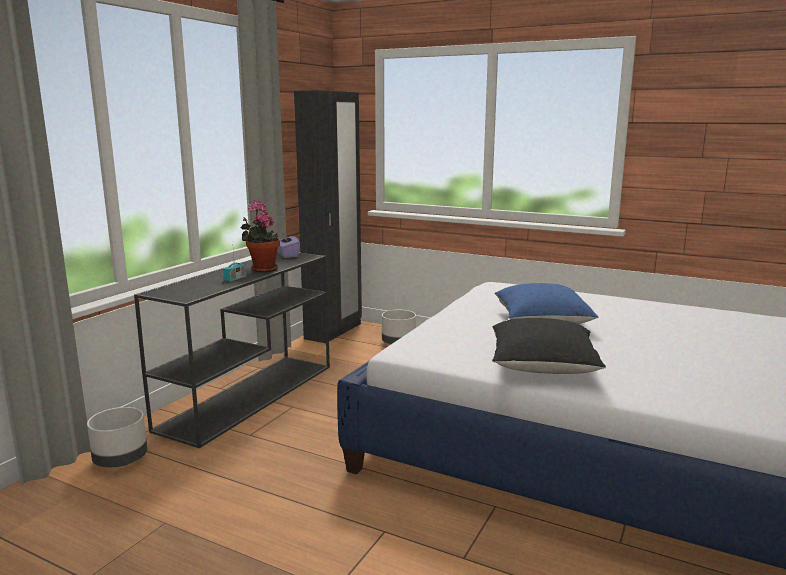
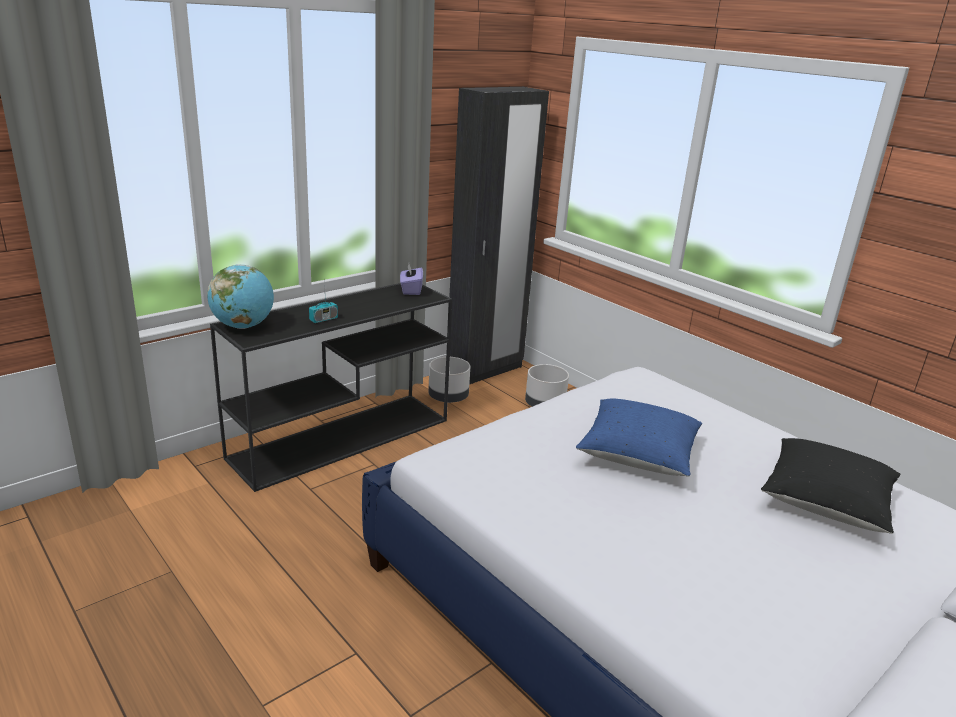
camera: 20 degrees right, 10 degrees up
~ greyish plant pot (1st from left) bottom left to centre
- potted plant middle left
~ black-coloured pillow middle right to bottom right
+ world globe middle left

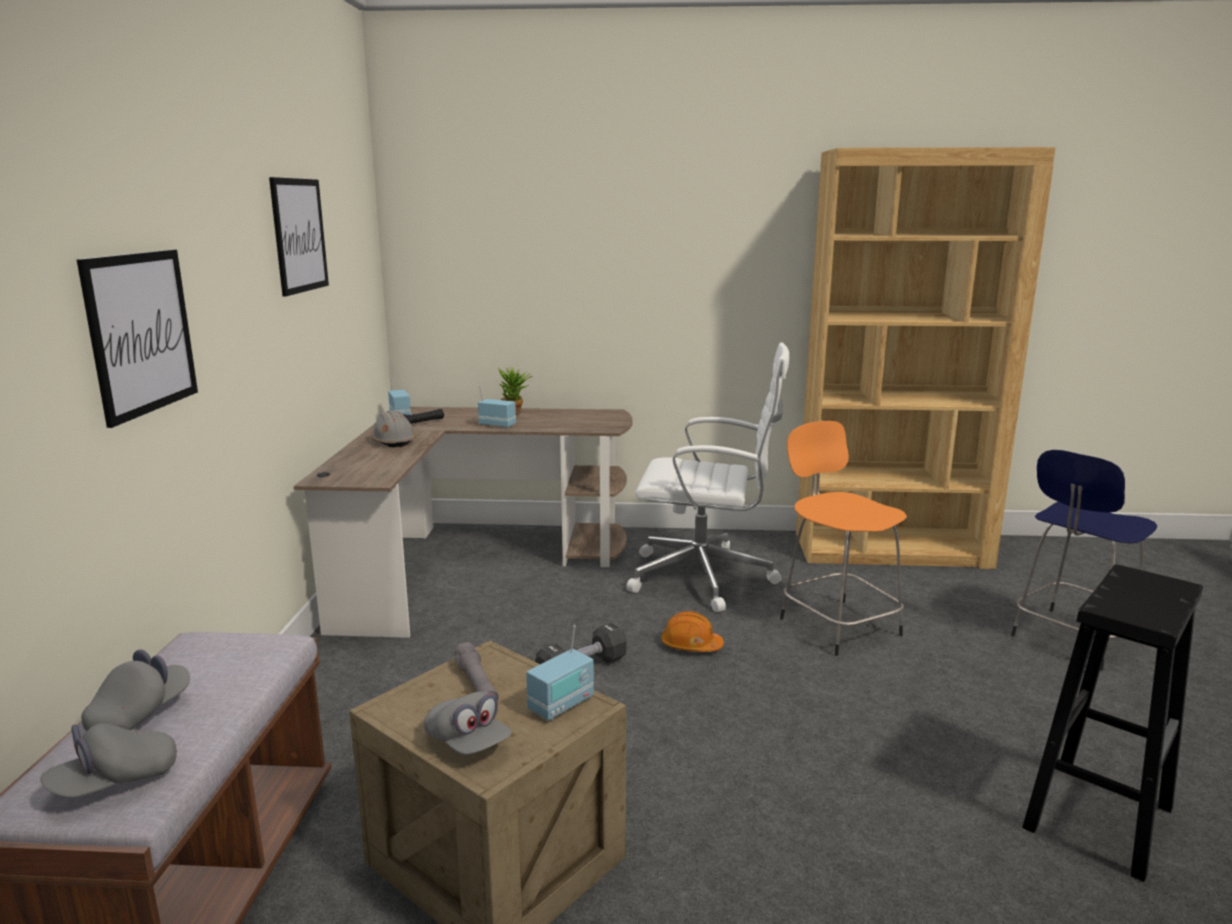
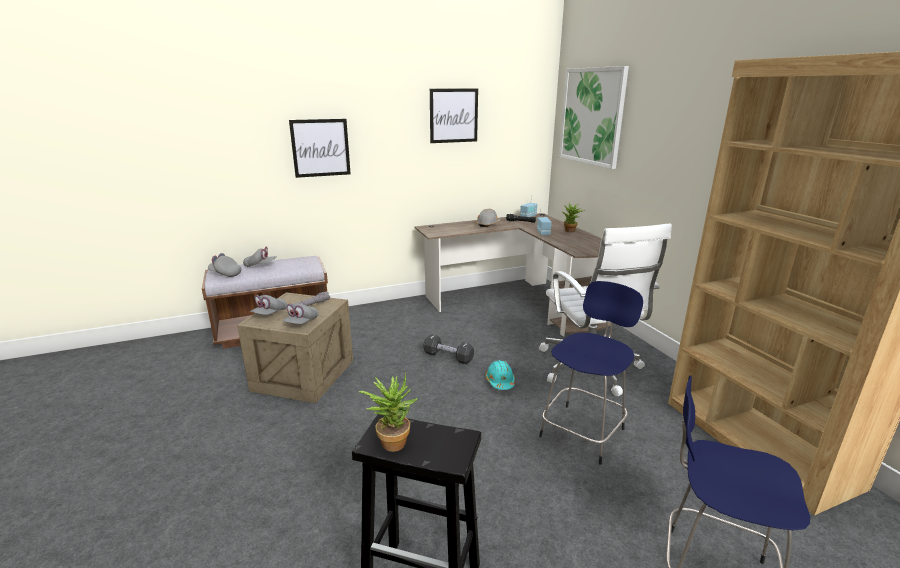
camera: 65 degrees right, 5 degrees up
~ radio (3rd from left) bottom centre to greyish baseball cap (4th from left) centre
~ orange work helmet bottom centre to turquoise work helmet centre
~ orange sitting stool middle right to blue-coloured sitting stool (1st from left) centre
+ potted plant (1st from left) bottom centre
+ picture (3rd from left) top centre

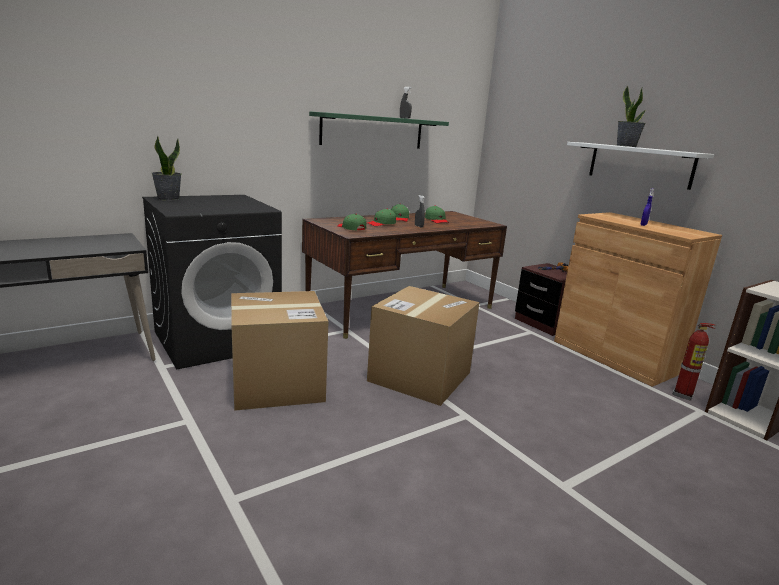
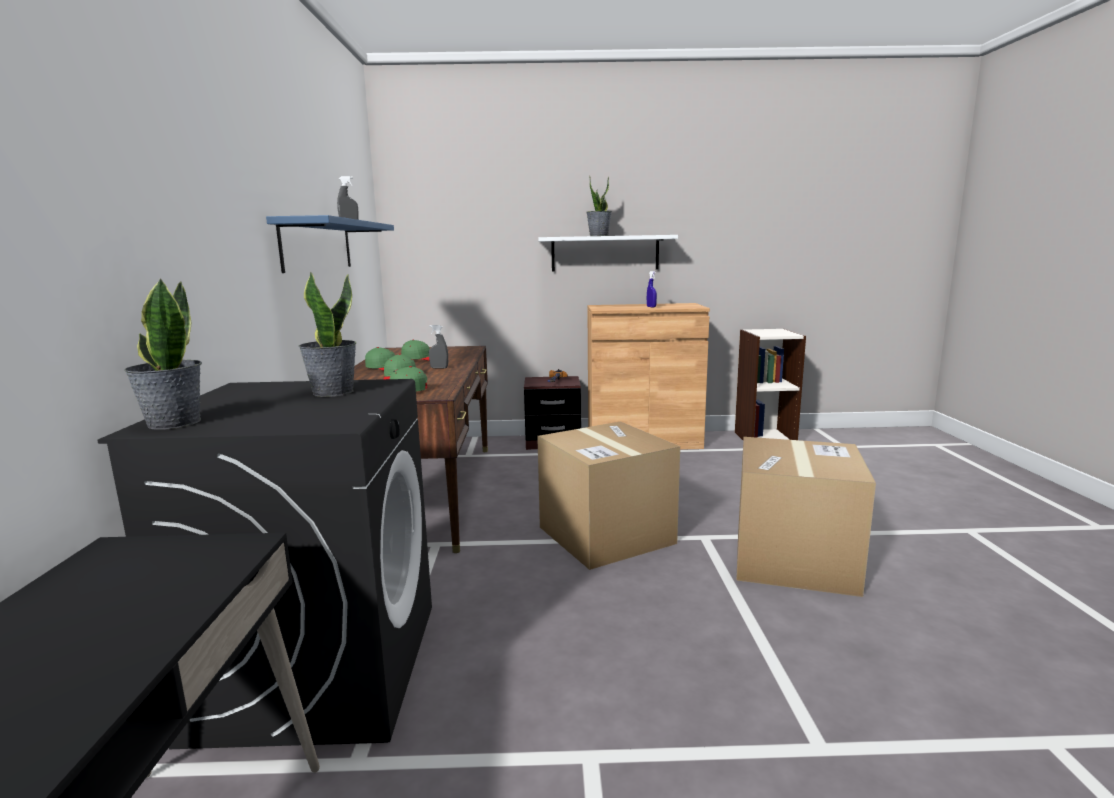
camera: 55 degrees left, 5 degrees down
~ cardboard box (1st from left in the first image) centre to cardboard box (2nd from left) middle right
~ greenish shelf top centre to blue-coloured shelf top left
- fire extinguisher middle right
+ potted plant (2nd from left) middle left

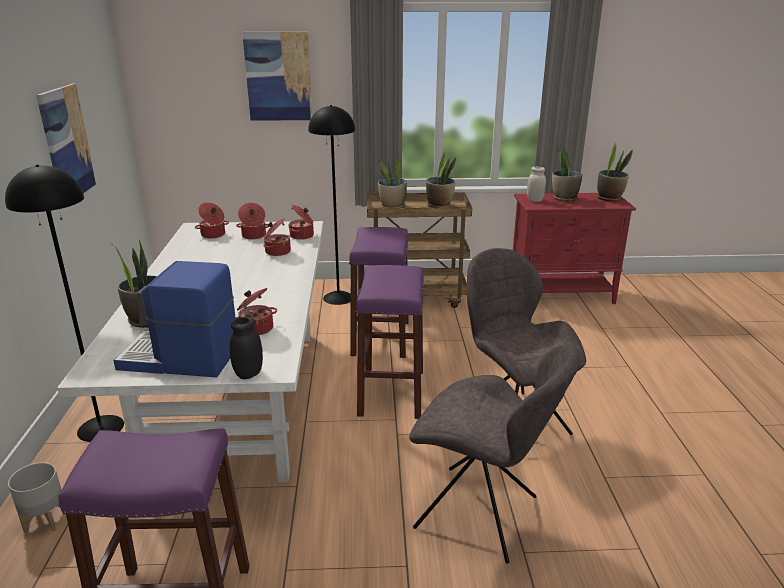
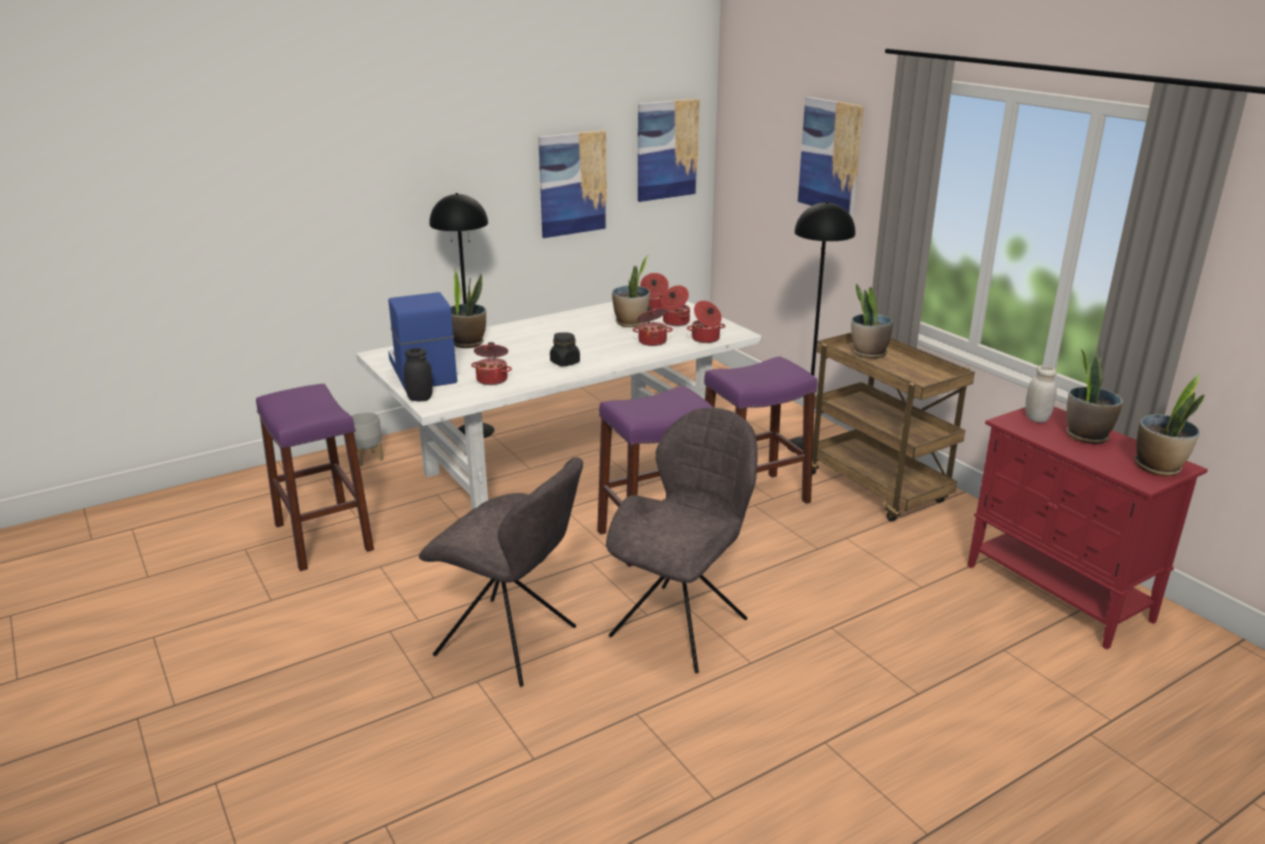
camera: 60 degrees right, 0 degrees up
~ greyish upright chair (1st from left) bottom centre = bottom centre 60 degrees counterclockwise
~ potted plant (3rd from left in the first image) top centre to potted plant (2nd from left) centre
+ black-coloured preserve jar (2nd from left) centre
+ picture (2nd from left) top centre

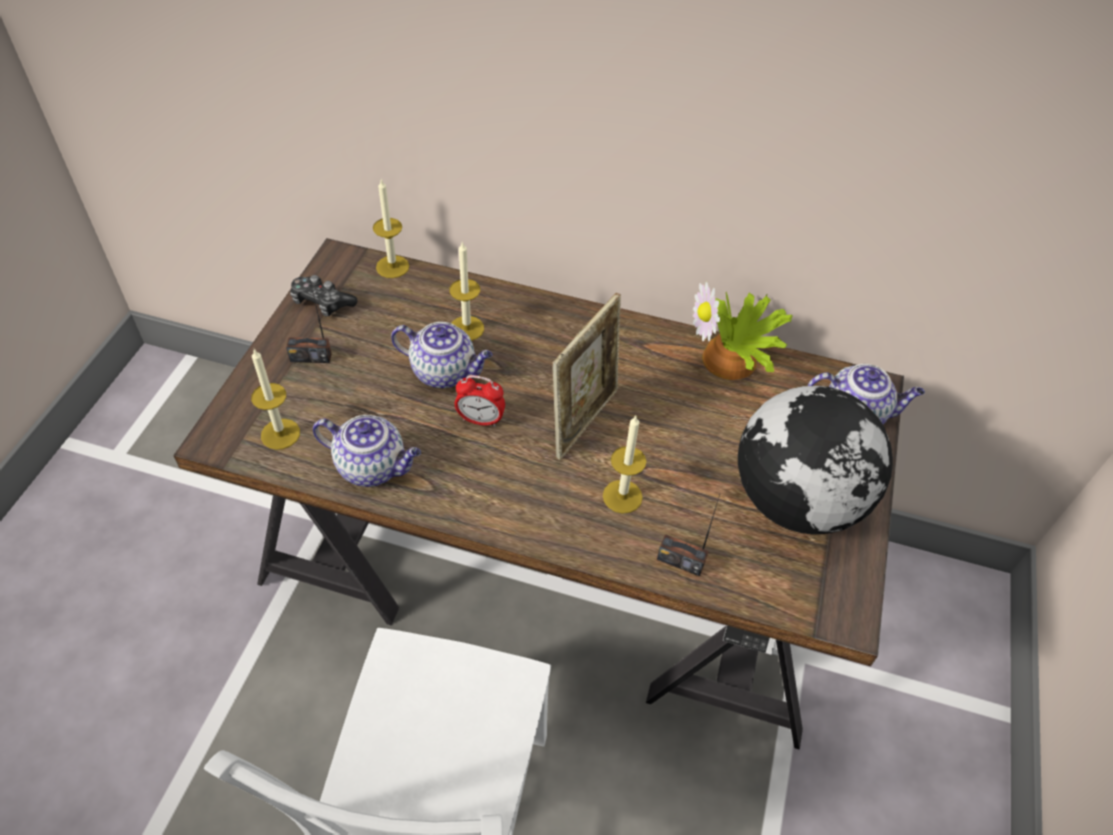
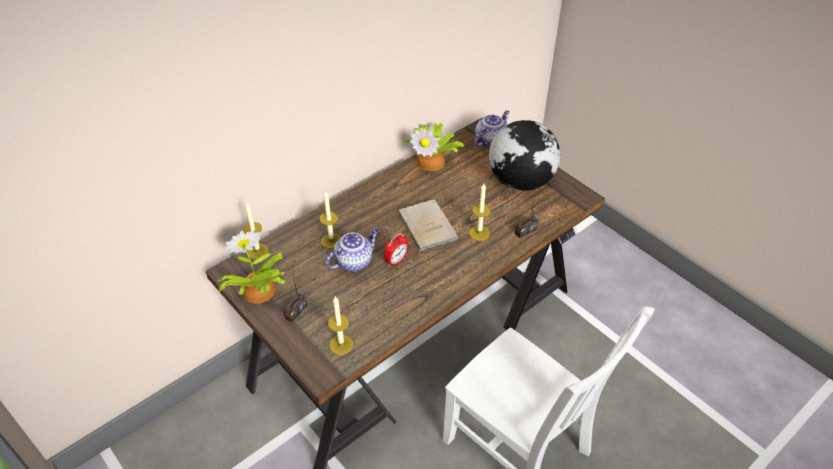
camera: 55 degrees left, 5 degrees down
~ joypad middle left to potted plant (1st from left) middle left
- pot for tea (1st from left) middle left
~ photo frame centre to beige volume centre

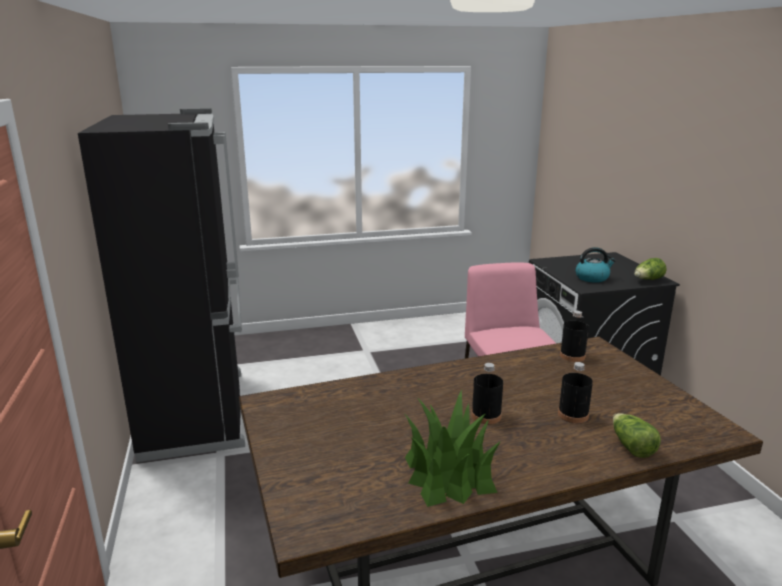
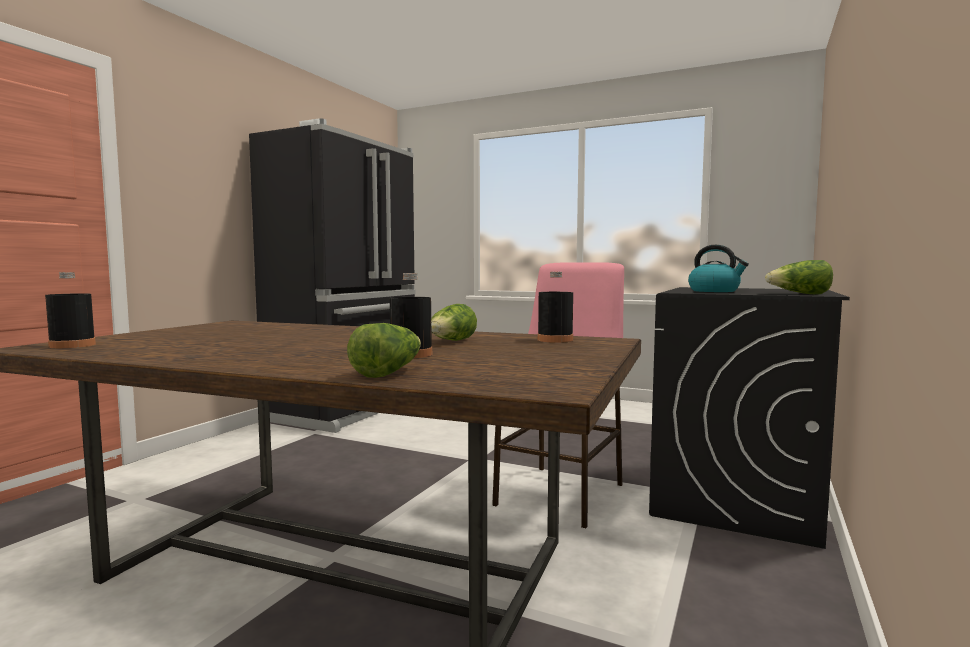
camera: 40 degrees right, 15 degrees down
- potted plant bottom centre
~ black-coloured bottle (1st from left) bottom centre to middle left
+ head of lettuce (2nd from left) centre

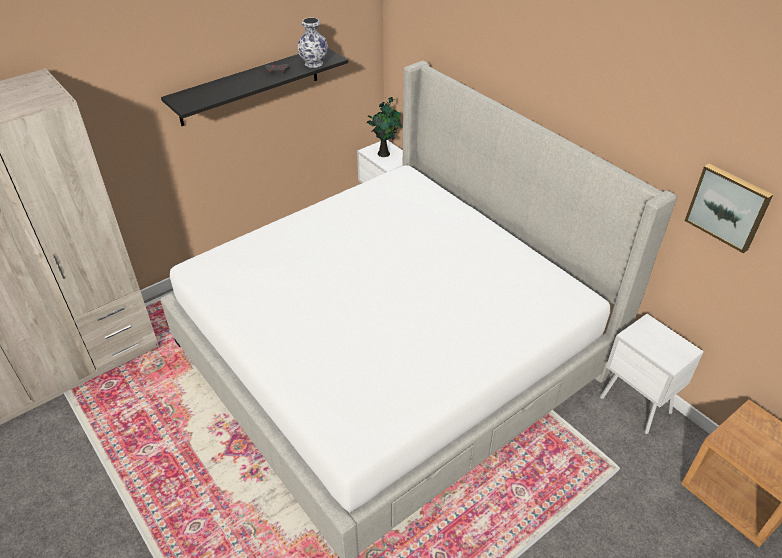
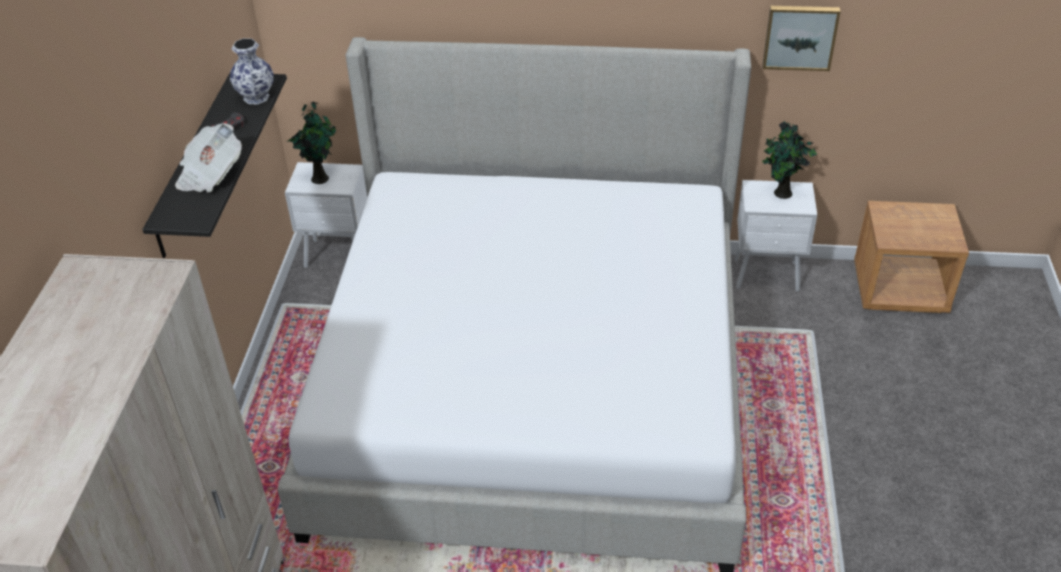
camera: 45 degrees left, 0 degrees up
+ daily paper top left
+ potted plant (2nd from left) top right

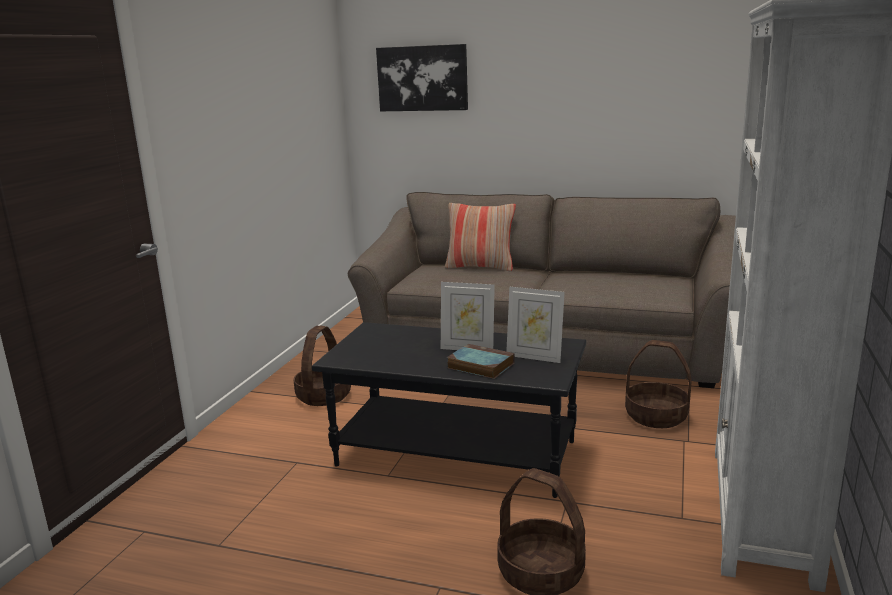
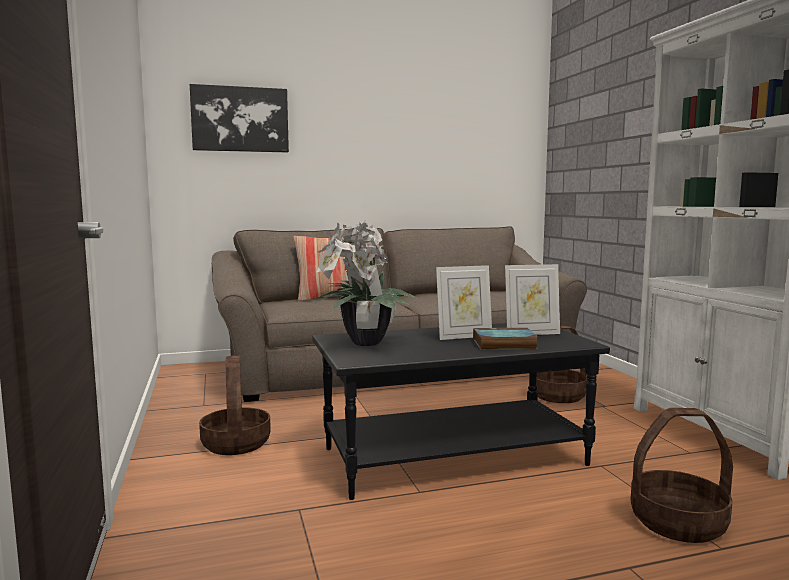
camera: 35 degrees left, 10 degrees down
+ potted plant centre

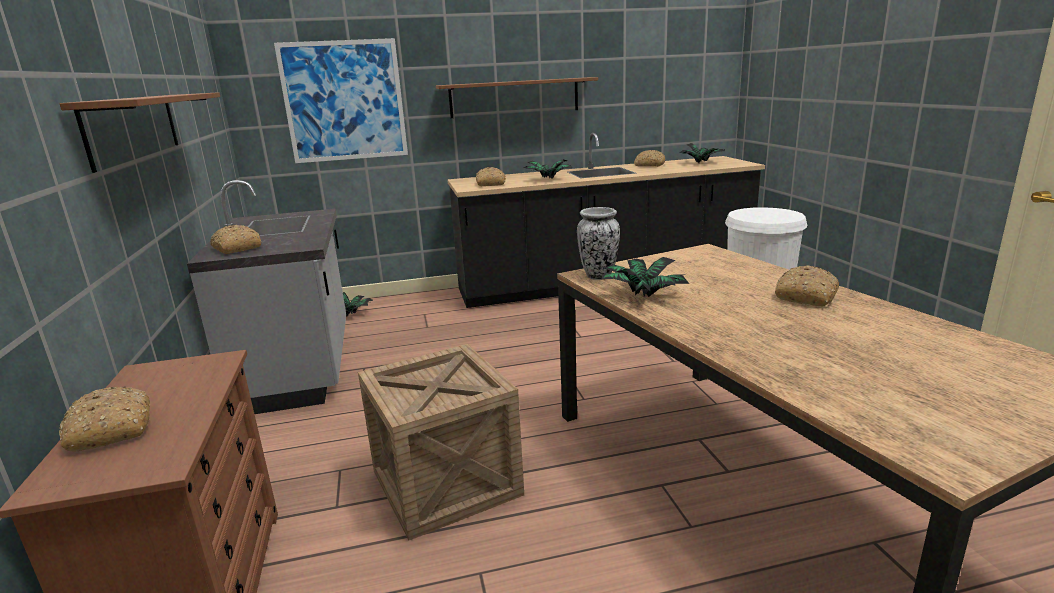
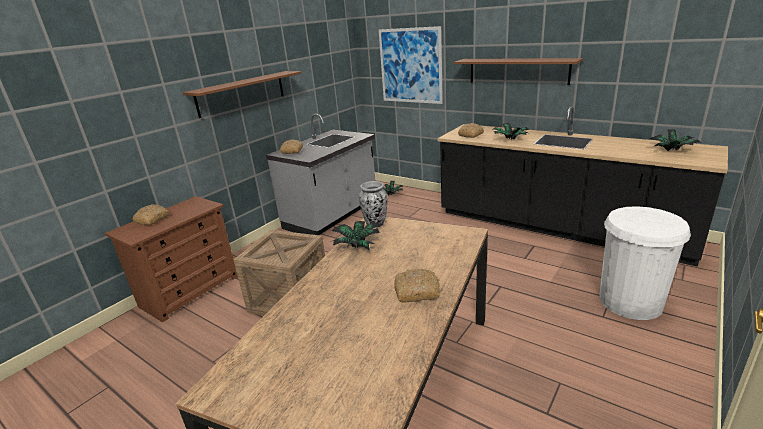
camera: 50 degrees right, 5 degrees up
- baked bread (4th from left) top centre

